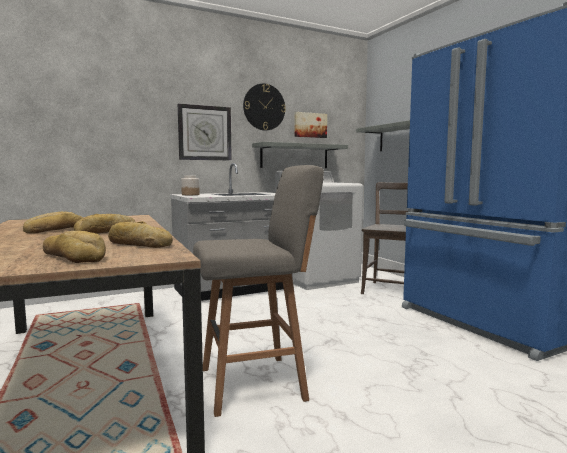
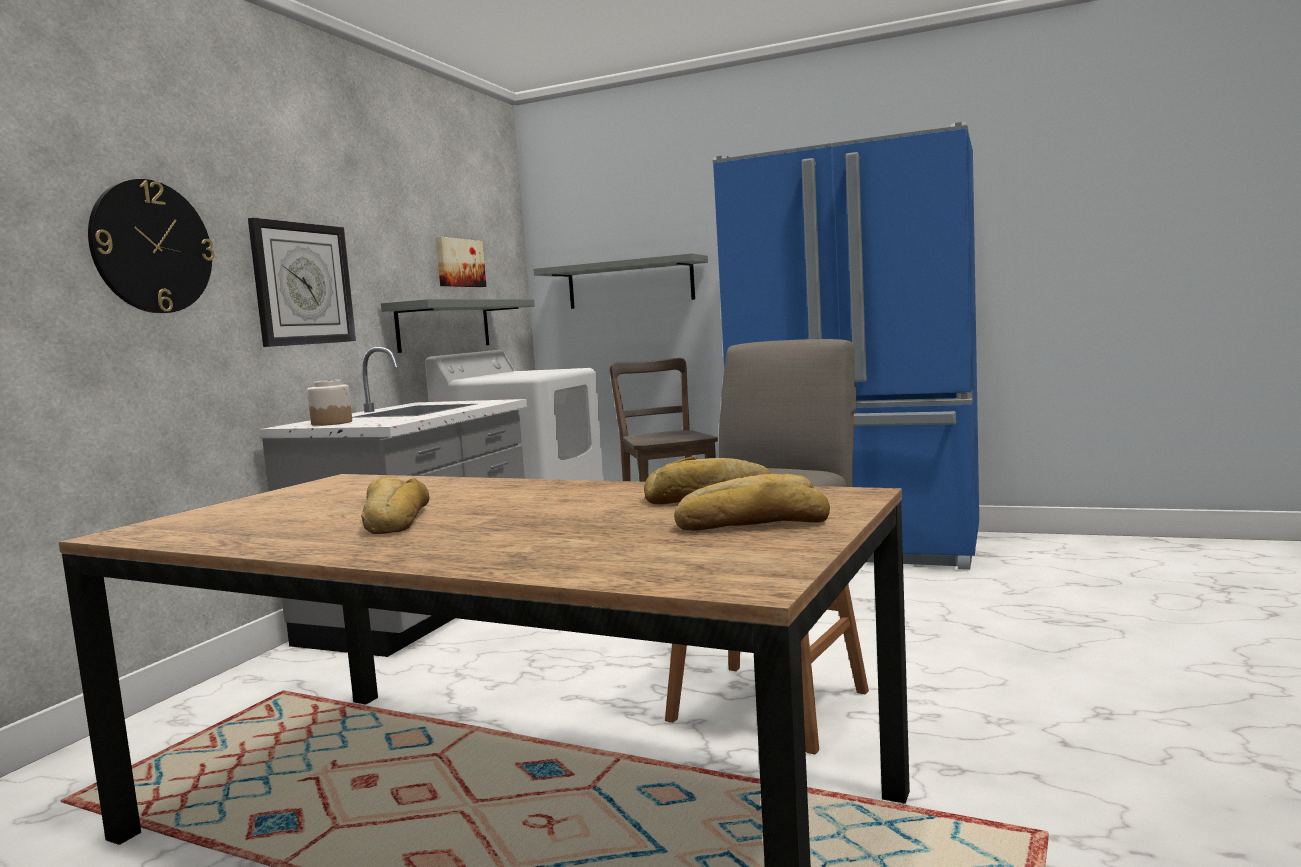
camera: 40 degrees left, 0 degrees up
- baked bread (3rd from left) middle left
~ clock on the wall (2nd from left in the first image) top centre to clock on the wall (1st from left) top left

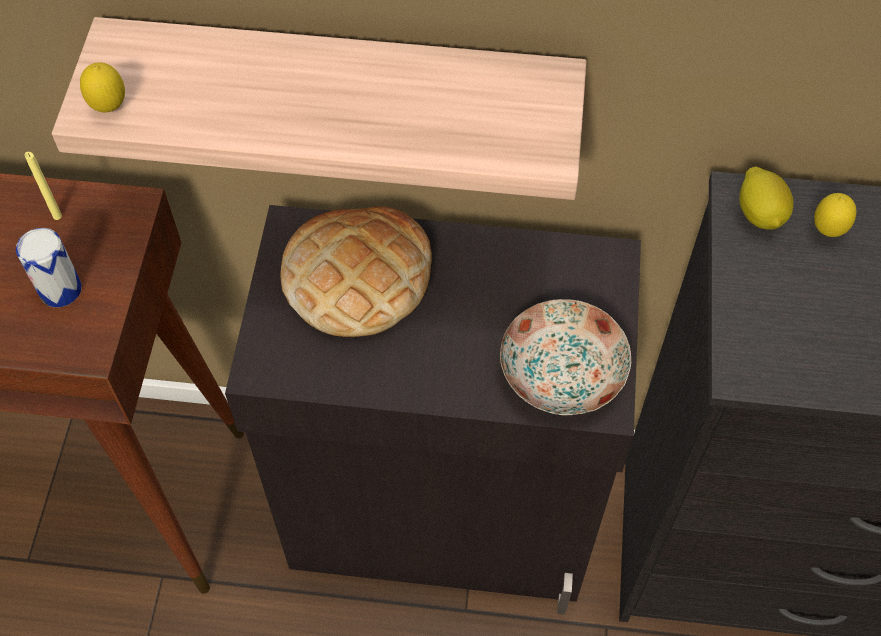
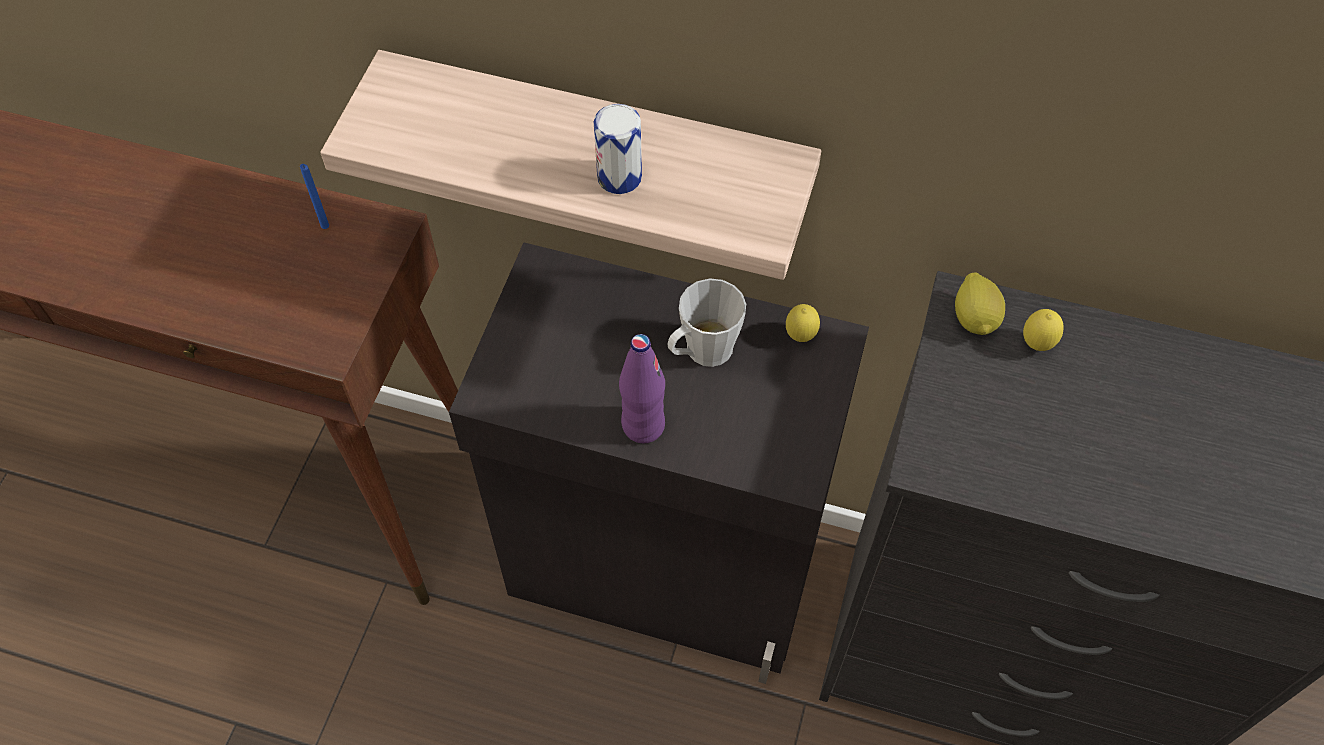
camera: 10 degrees right, 0 degrees up
~ metal can middle left to top centre
~ yellow candle top left to blue-coloured candle top left
~ whole lemon (1st from left) top left to centre
- baked bread centre
- plate centre
+ purplish bottle centre
+ greyish coffee mug centre

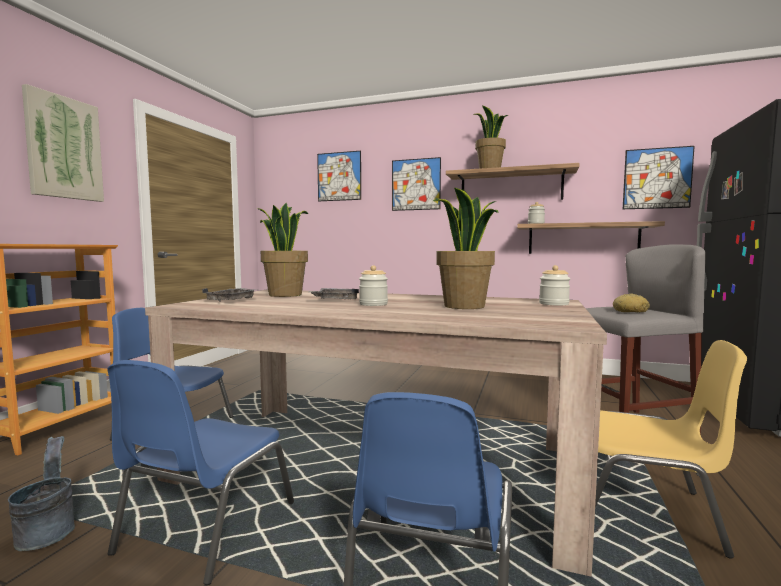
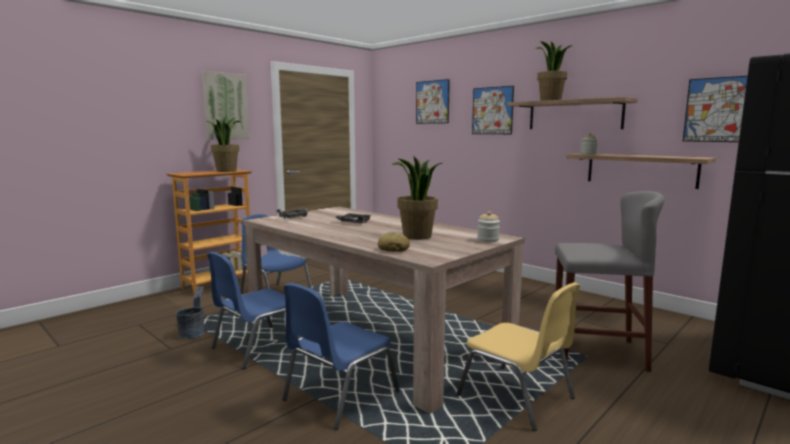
camera: 25 degrees right, 5 degrees up
~ potted plant (1st from left) centre to top left
- preserve jar (1st from left) centre
~ baked bread middle right to centre

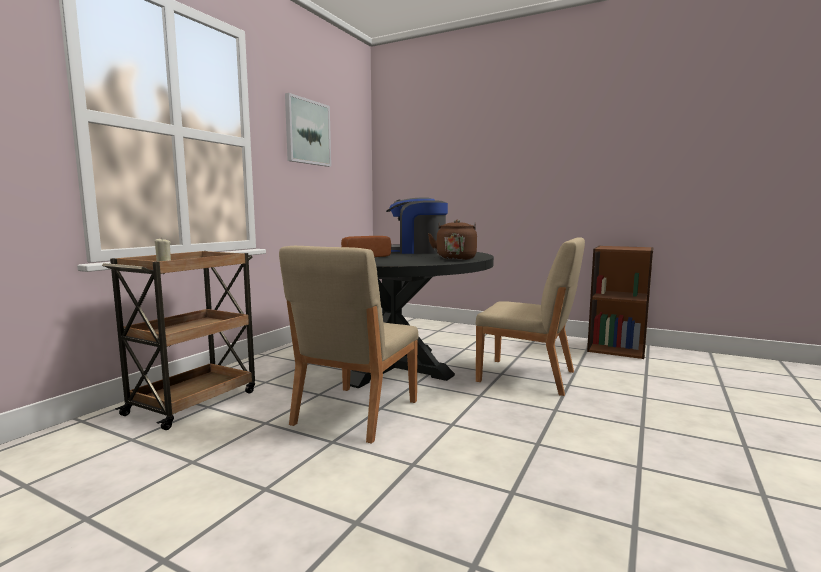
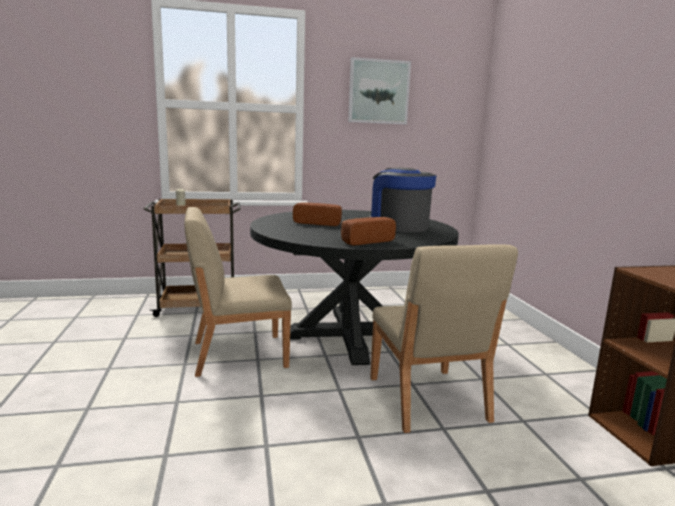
camera: 50 degrees right, 5 degrees up
~ brownish tea kettle centre to baked bread (2nd from left) centre

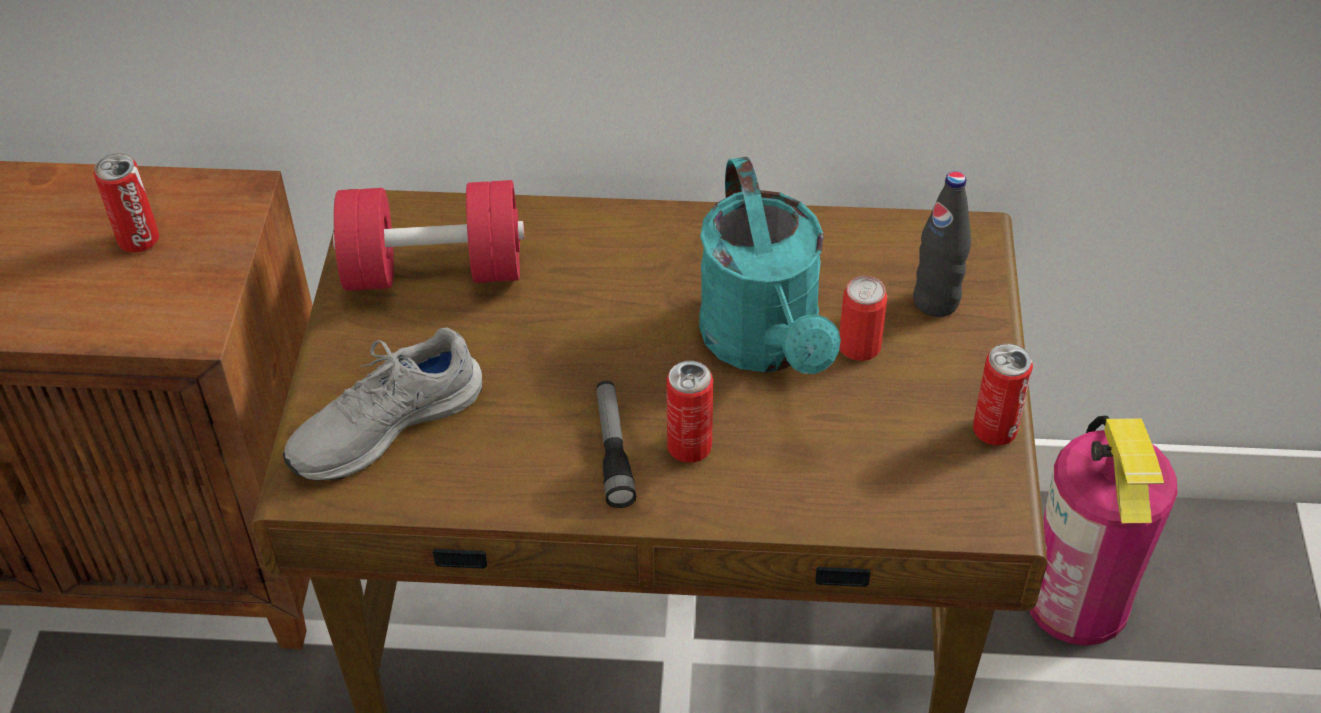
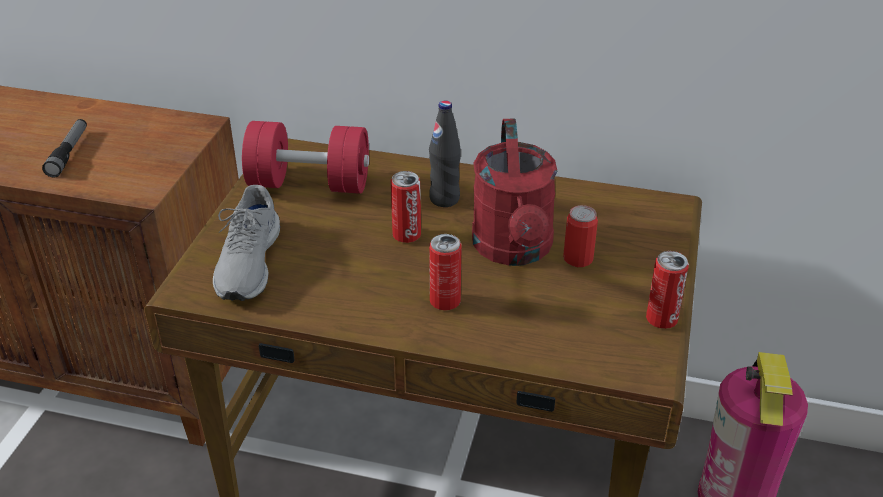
camera: 10 degrees right, 10 degrees down
~ metal can (1st from left) top left to centre
~ greyish shoe middle left = middle left 60 degrees counterclockwise
~ flashlight centre to top left
~ turquoise sprinkling can centre to reddish sprinkling can centre
~ black-coloured bottle middle right to top centre

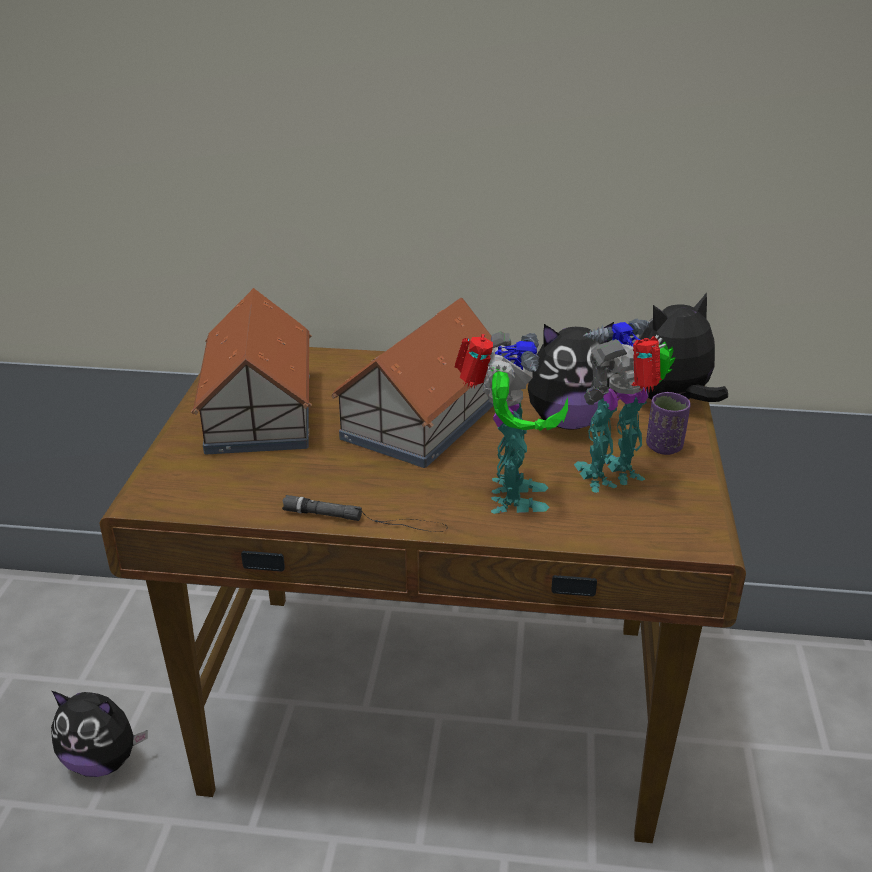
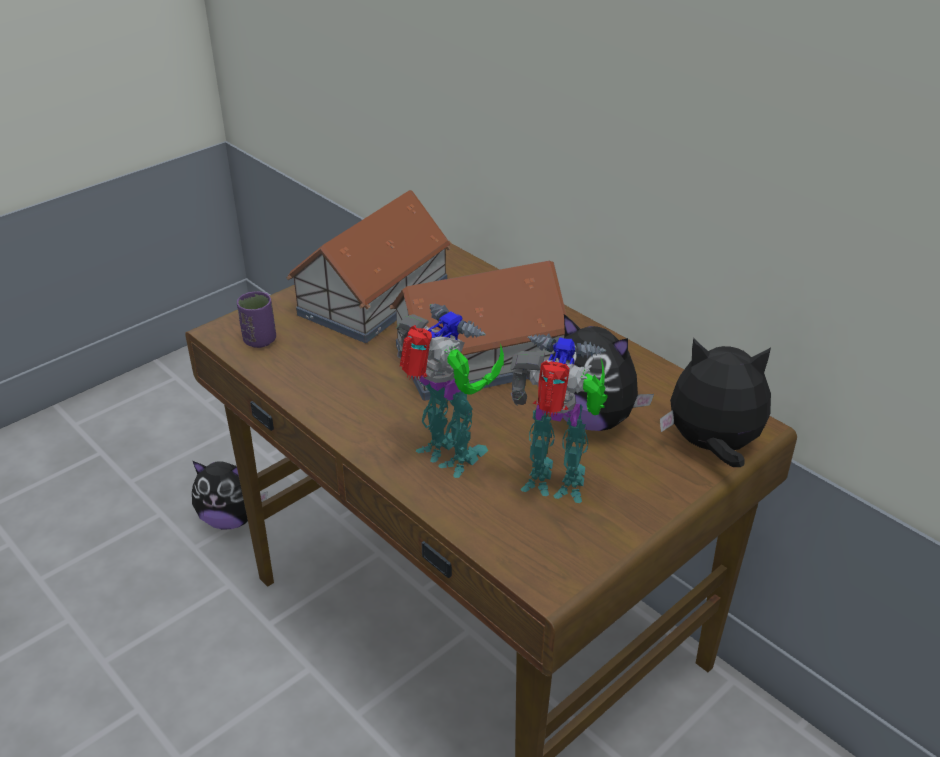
camera: 40 degrees right, 5 degrees up
~ plush toy (1st from left) bottom left = middle left 45 degrees counterclockwise
- black-coloured flashlight centre
~ model robot (1st from left) centre = centre 90 degrees counterclockwise
~ purplish cup middle right to middle left

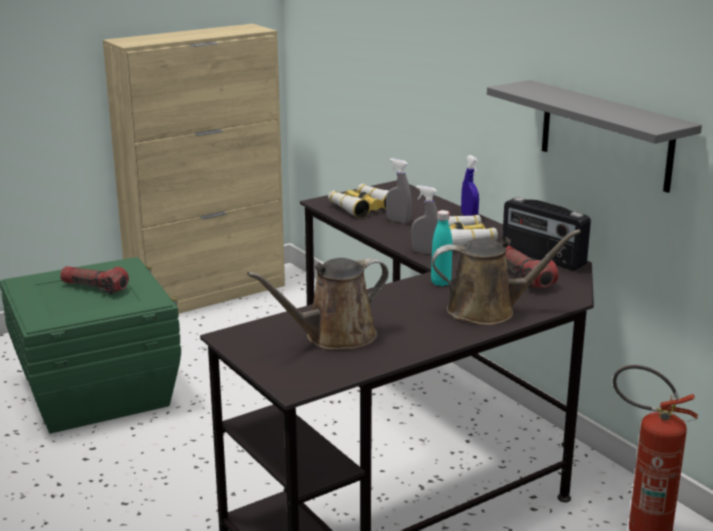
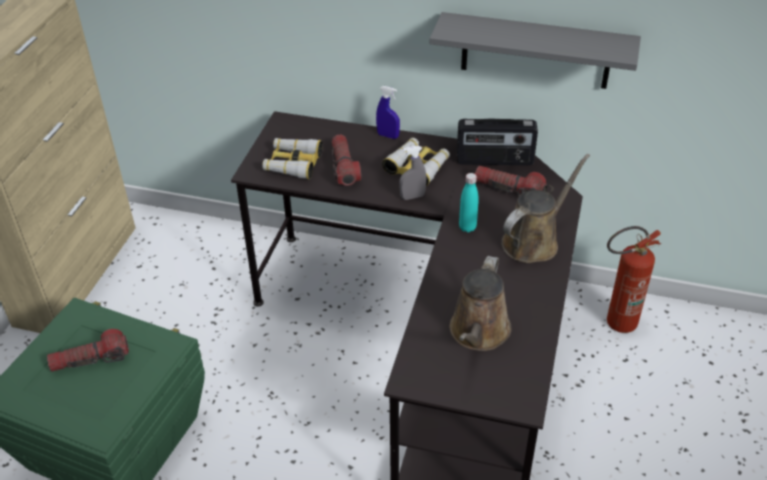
camera: 40 degrees left, 20 degrees up
~ greyish spray bottle (1st from left) centre to flashlight (2nd from left) centre

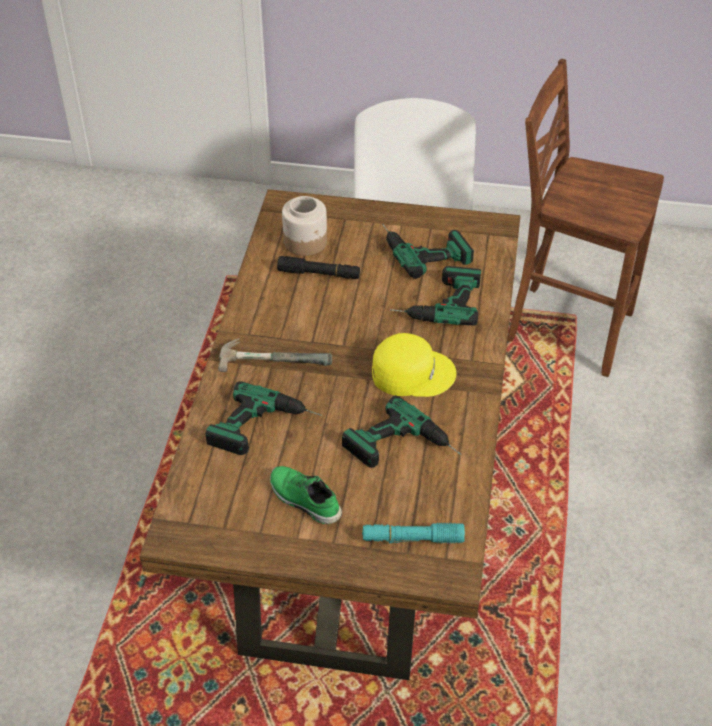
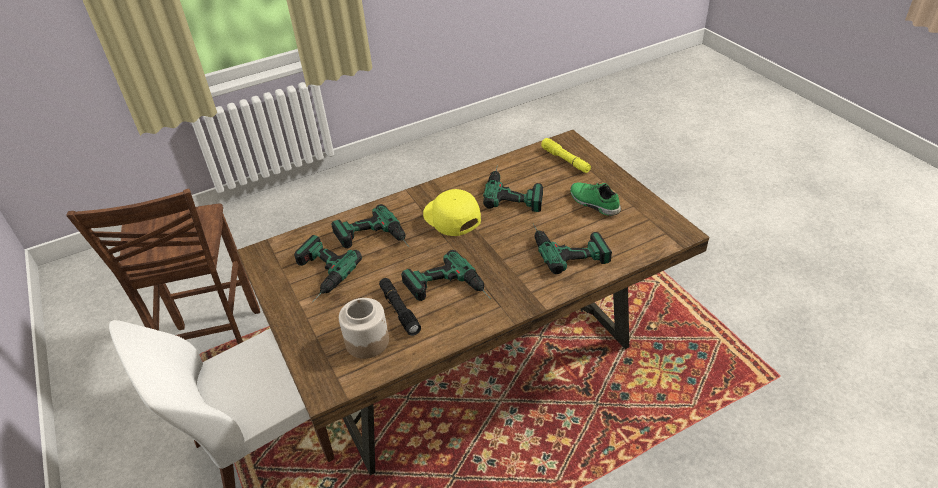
camera: 125 degrees left, 5 degrees down
- hand hammer centre
~ greenish shoe bottom centre = centre 135 degrees clockwise
~ turquoise flashlight bottom centre to yellow flashlight top centre
+ power drill (3rd from left) centre

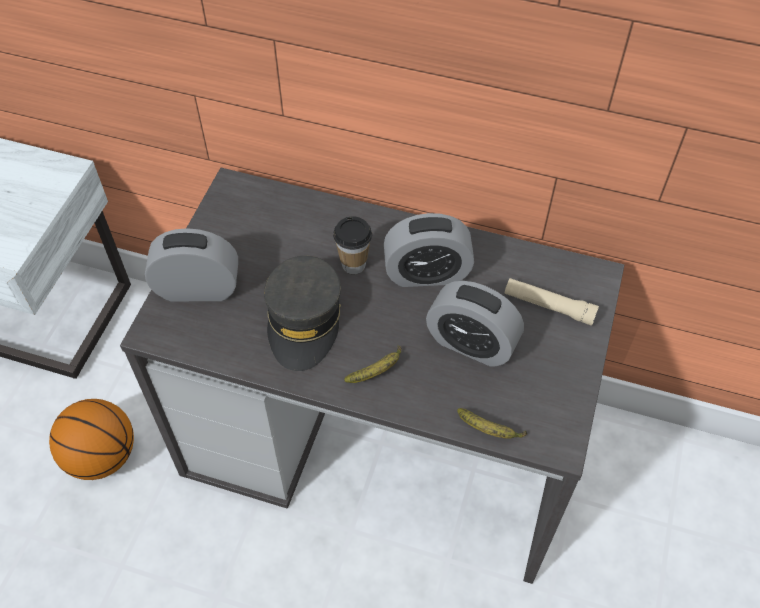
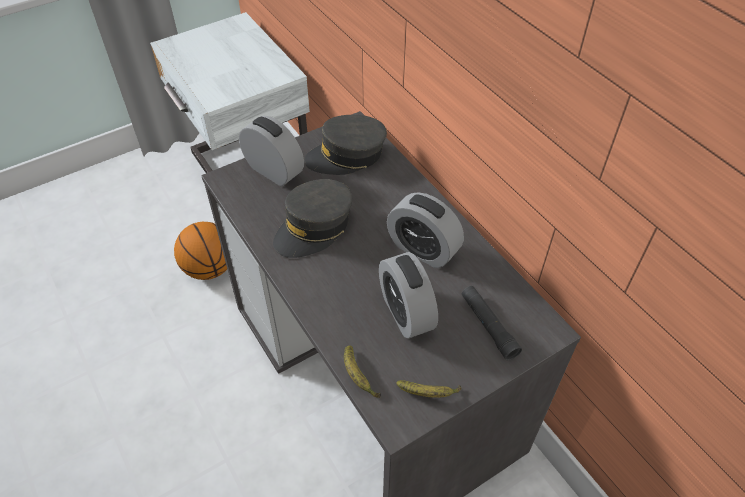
camera: 40 degrees right, 5 degrees down
- cup centre
~ whole banana (1st from left in the first image) centre to whole banana (2nd from left) bottom centre
~ beige flashlight middle right to black-coloured flashlight centre
+ greyish baseball cap (2nd from left) top centre

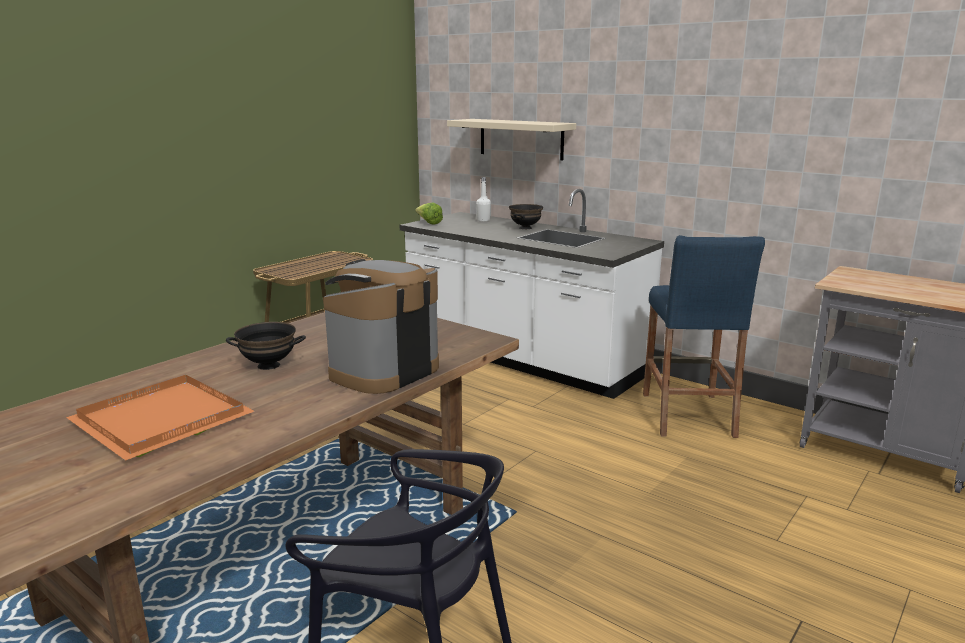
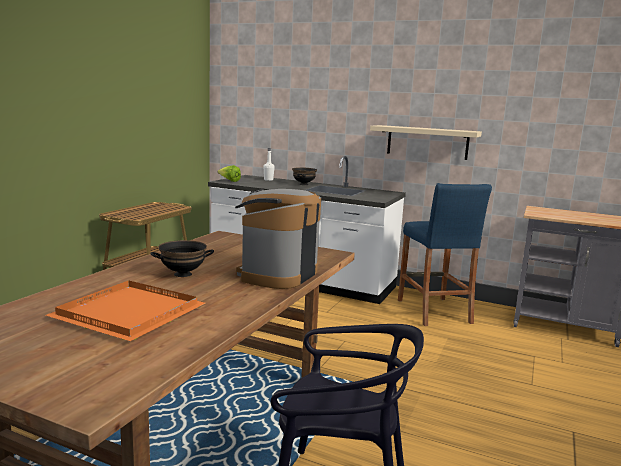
camera: 15 degrees left, 5 degrees down
~ beige shelf top centre to top right

